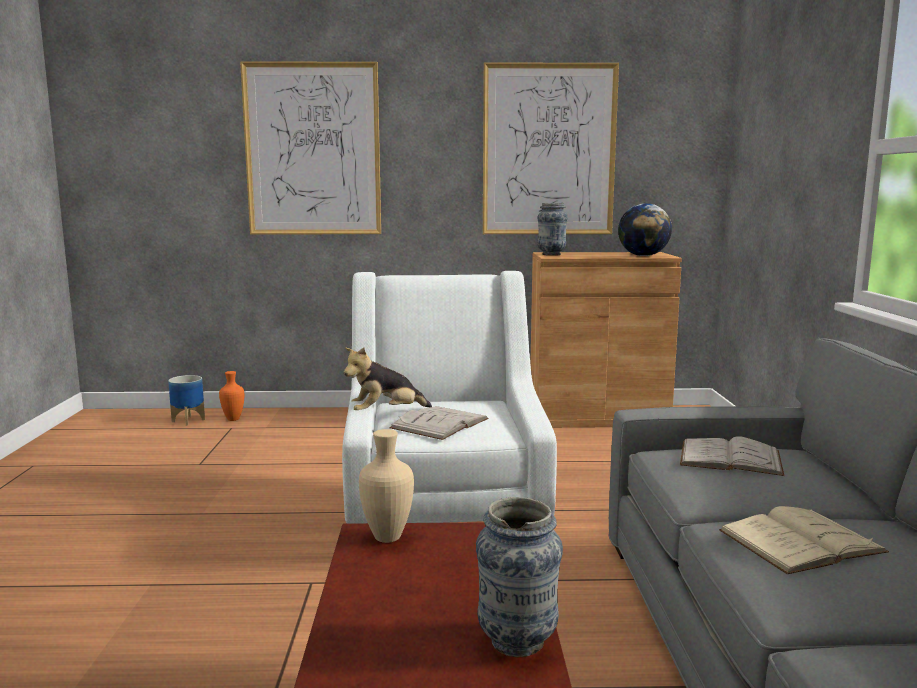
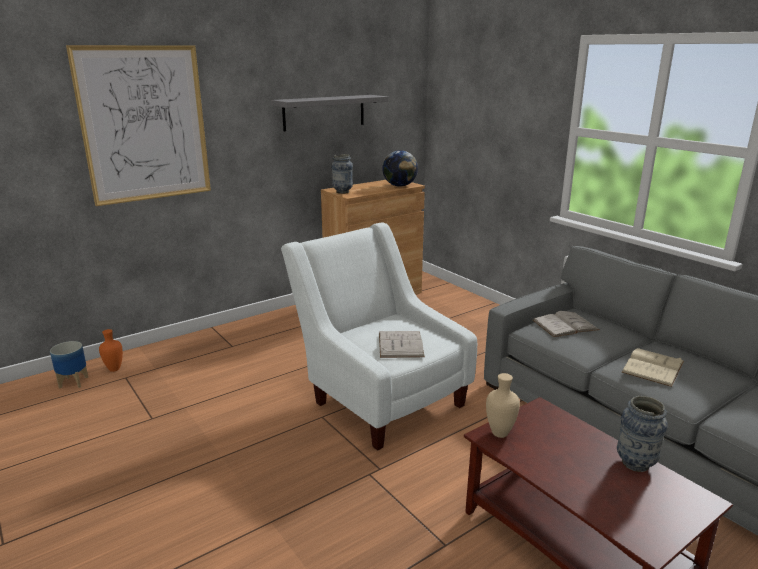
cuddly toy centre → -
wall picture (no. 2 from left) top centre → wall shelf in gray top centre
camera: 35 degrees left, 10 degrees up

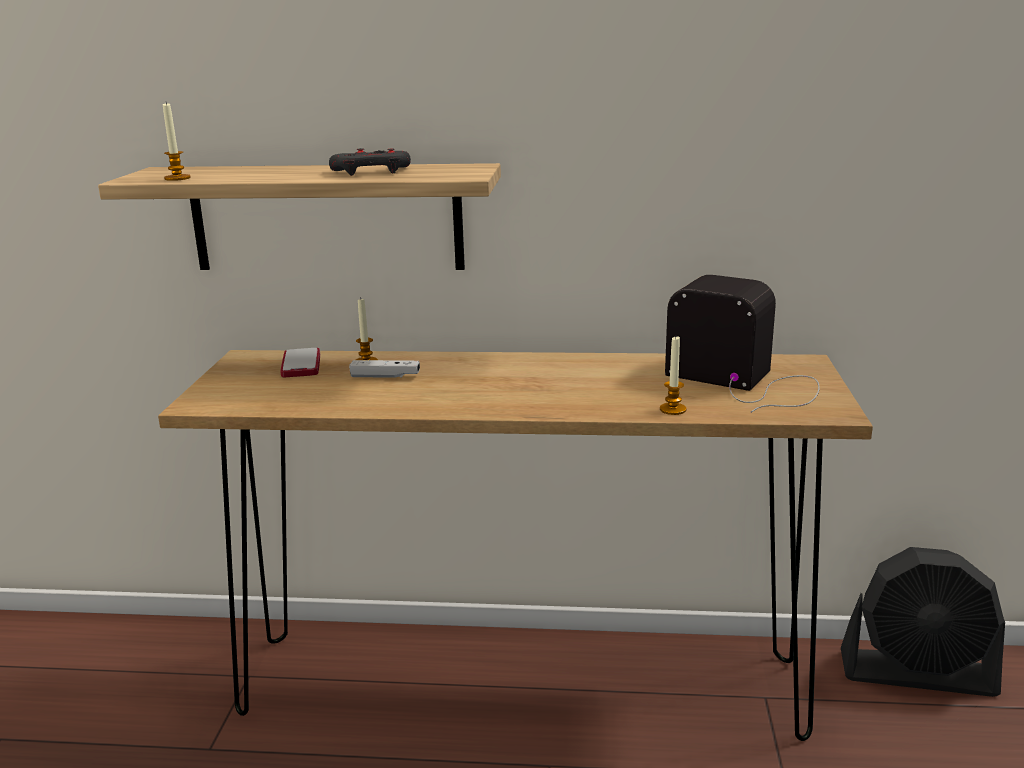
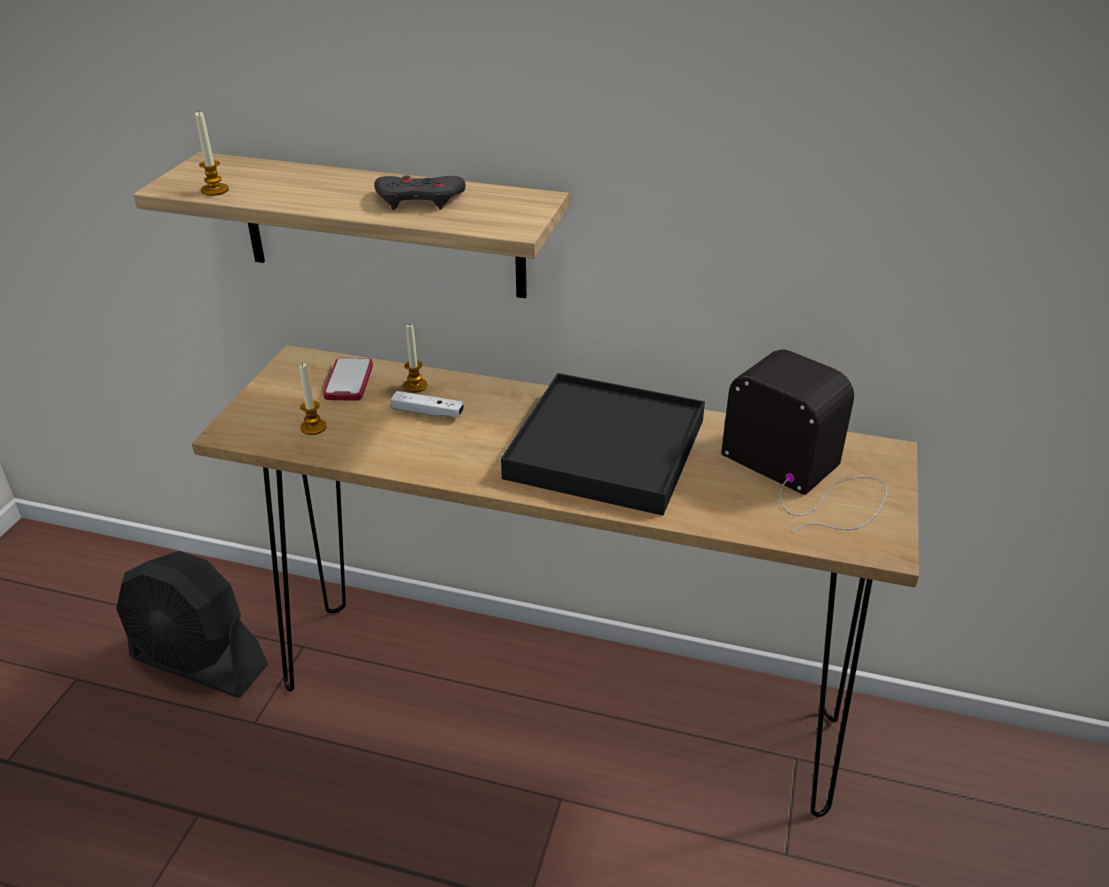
- → tray in black-coloured centre
wax candle (no. 3 from left in the first image) centre → wax candle (no. 2 from left) middle left, shifted
electric fan in black-coloured bottom right → electric fan in black-coloured bottom left, shifted
camera: 10 degrees right, 15 degrees up

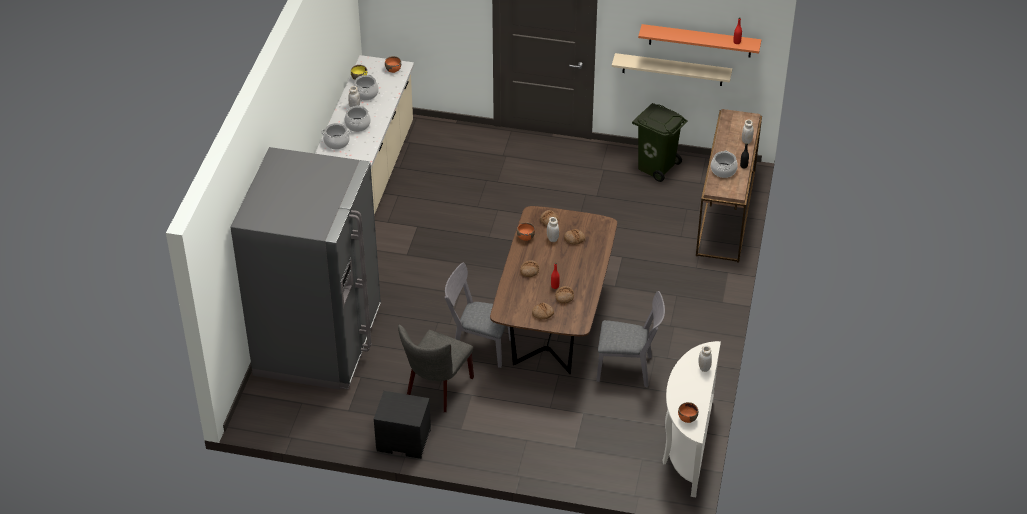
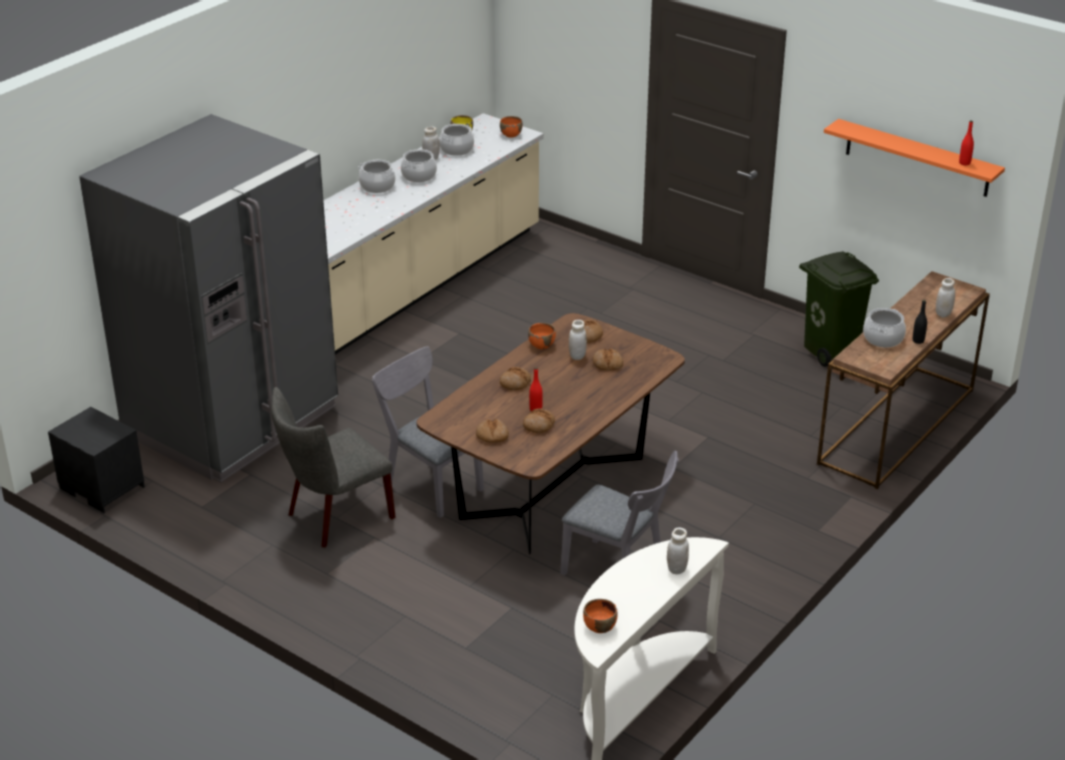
wall shelf in sand-coloured top centre → -
night table in black-coloured bottom centre → night table in black-coloured middle left, shifted
camera: 25 degrees right, 10 degrees down

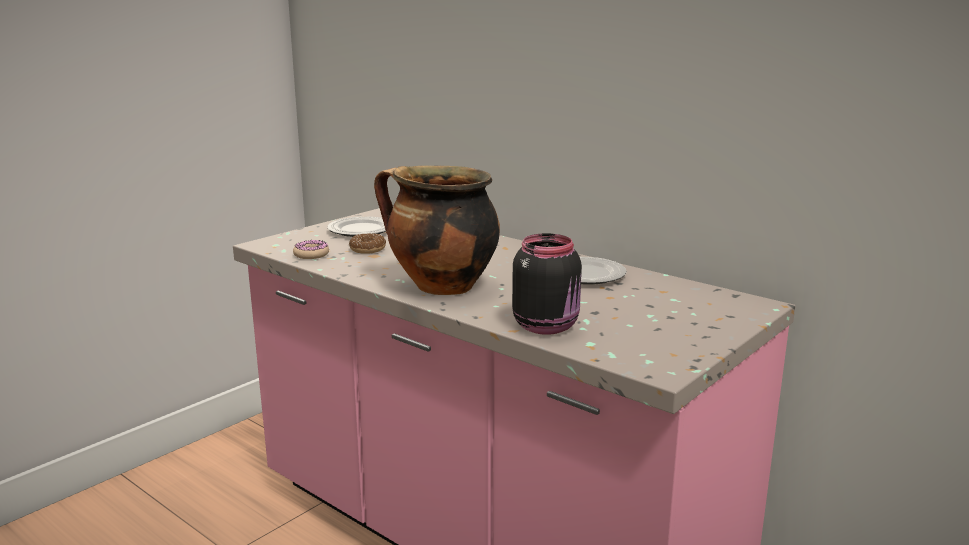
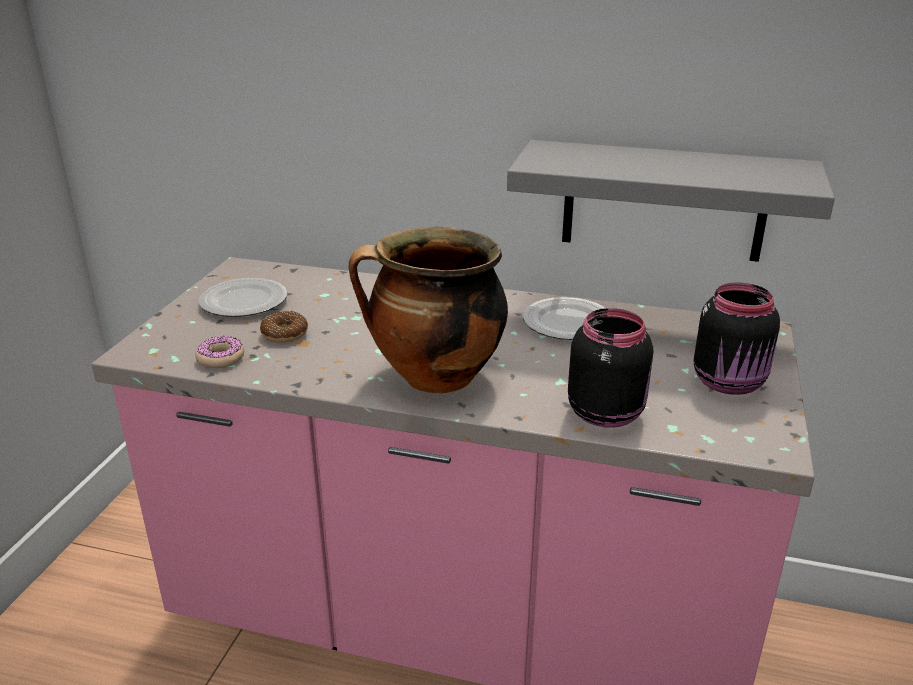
- → wall shelf in gray top right
- → jar in black-coloured (no. 2 from left) middle right
camera: 25 degrees left, 10 degrees up

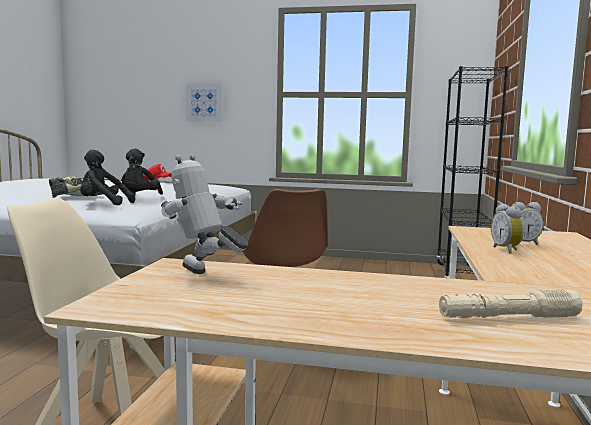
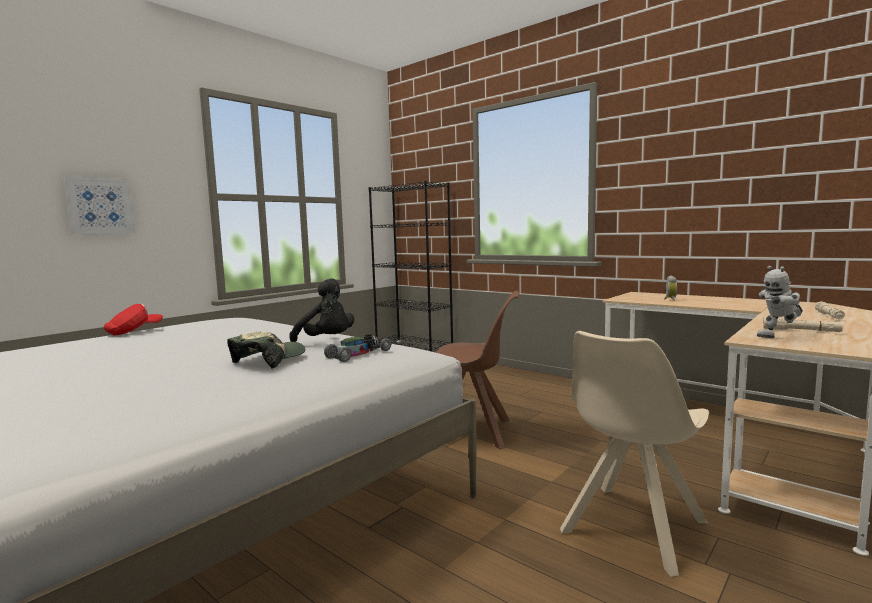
bedside clock (no. 1 from left) middle right → -
- → hand torch in sand-coloured (no. 1 from left) middle right
cuddly toy in black-coloured (no. 1 from left) middle left → toy car centre
camera: 60 degrees left, 0 degrees up

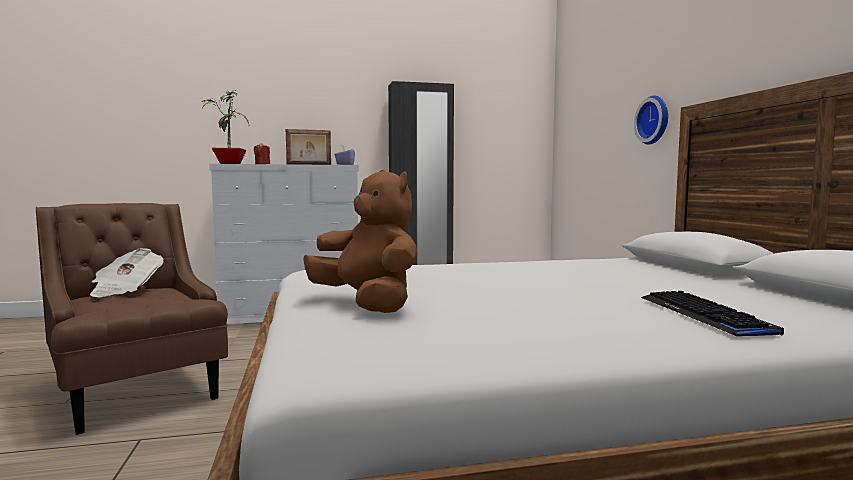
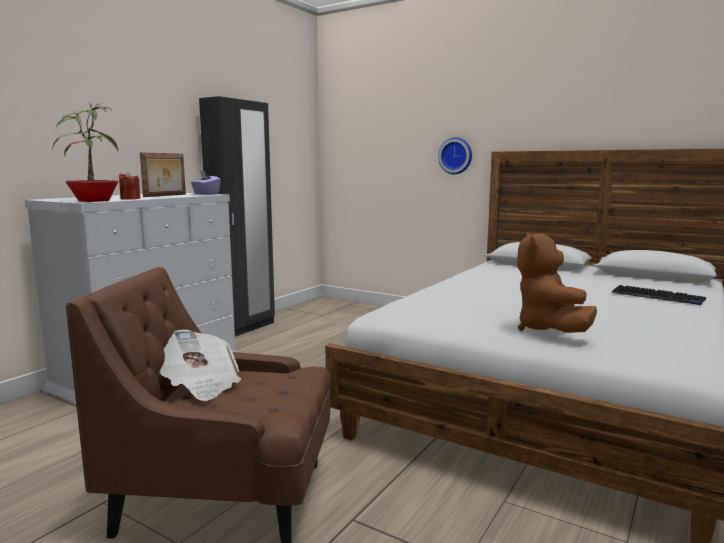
cuddly toy in brownish centre → cuddly toy in brownish middle right, 90 degrees counterclockwise
camera: 45 degrees left, 5 degrees up

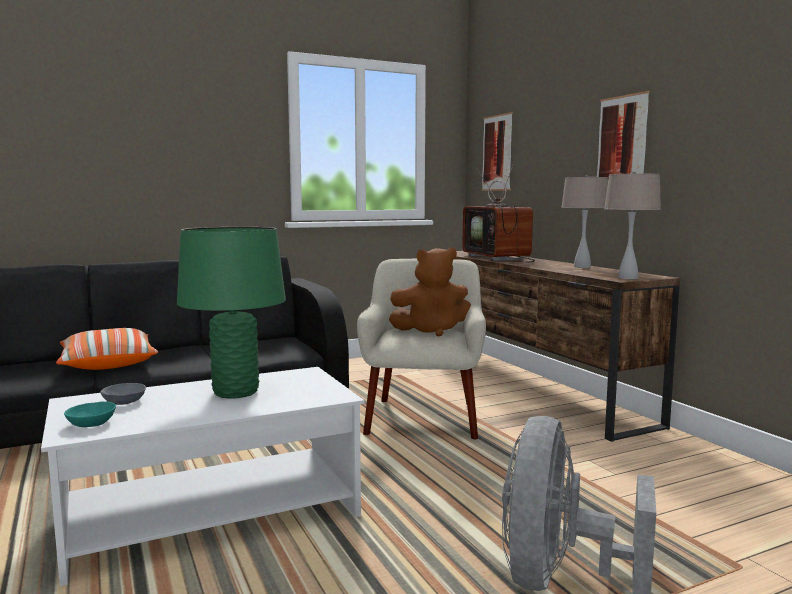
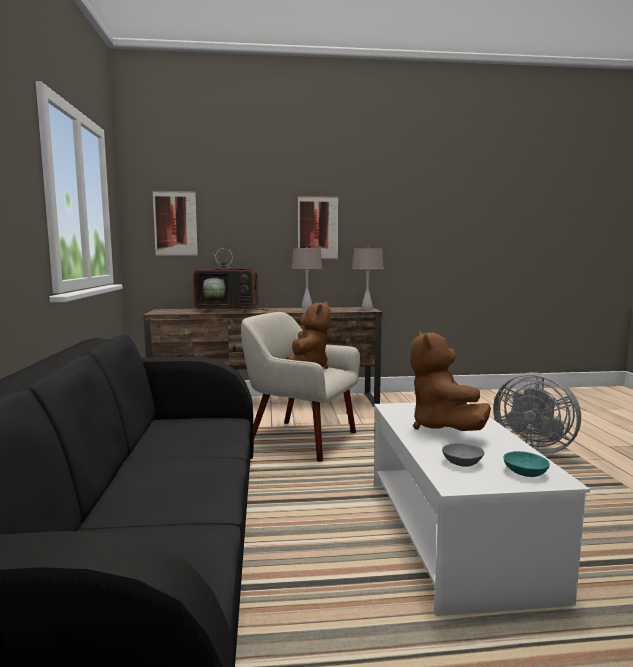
pillow middle left → -
table lamp in green-coloured middle left → cuddly toy in brownish (no. 2 from left) middle right
camera: 70 degrees left, 0 degrees up

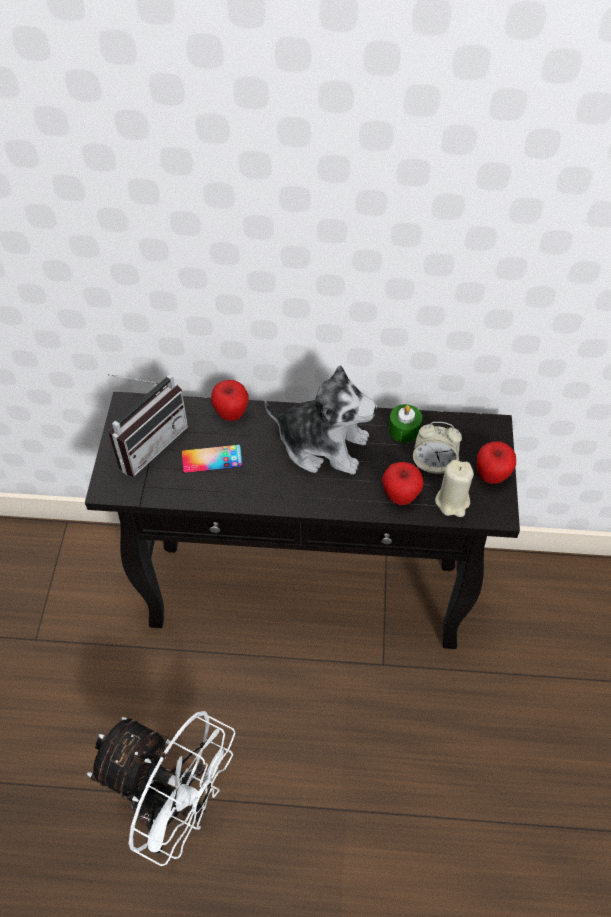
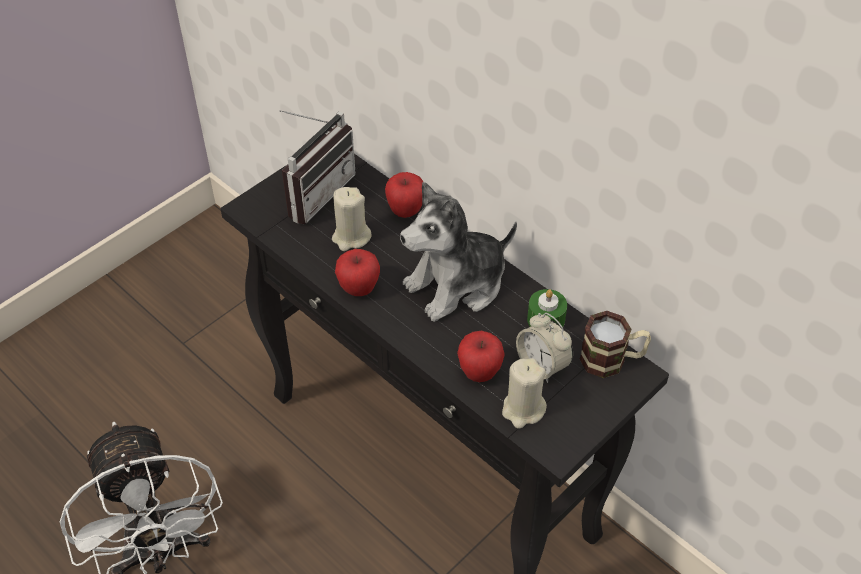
- → coffee mug middle right
whole apple (no. 3 from left in the first image) middle right → whole apple (no. 1 from left) centre, shifted
telephone centre → wax candle in sand-coloured (no. 1 from left) centre
radio set middle left → radio set top centre, 45 degrees counterclockwise
cuddly toy centre, 90 degrees clockwise
camera: 40 degrees right, 5 degrees down

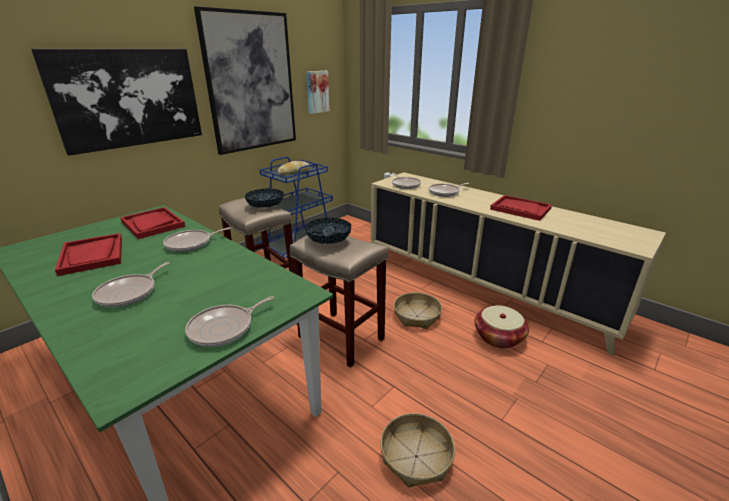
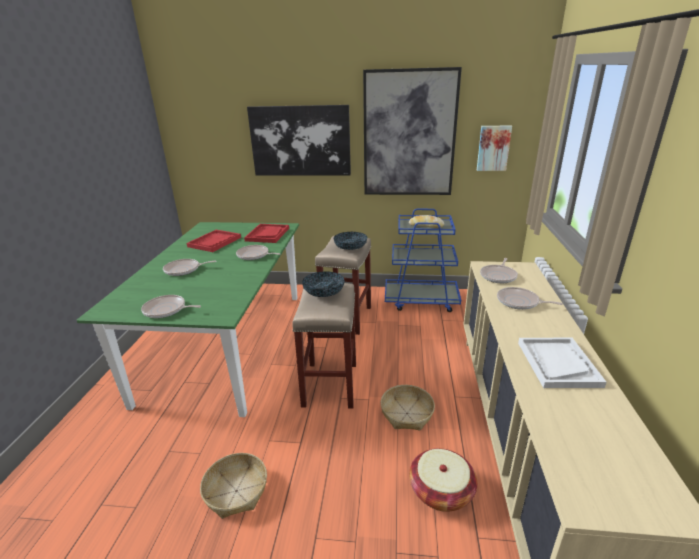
tray in red-coloured (no. 3 from left) middle right → tray in white middle right
camera: 55 degrees right, 0 degrees up

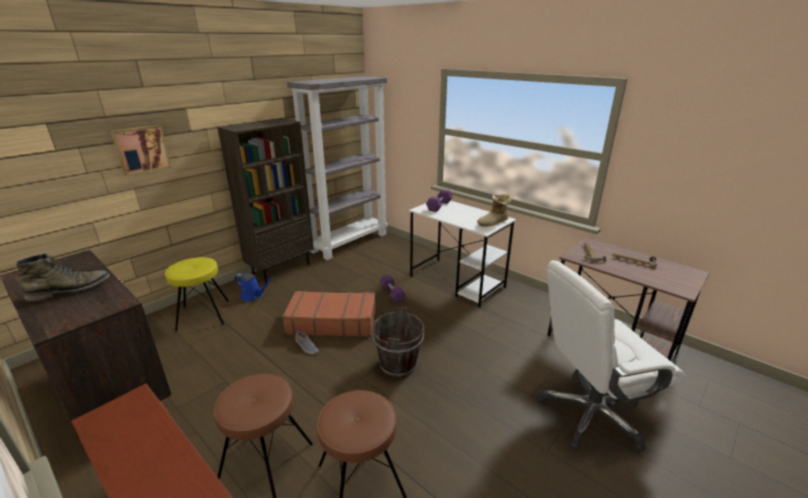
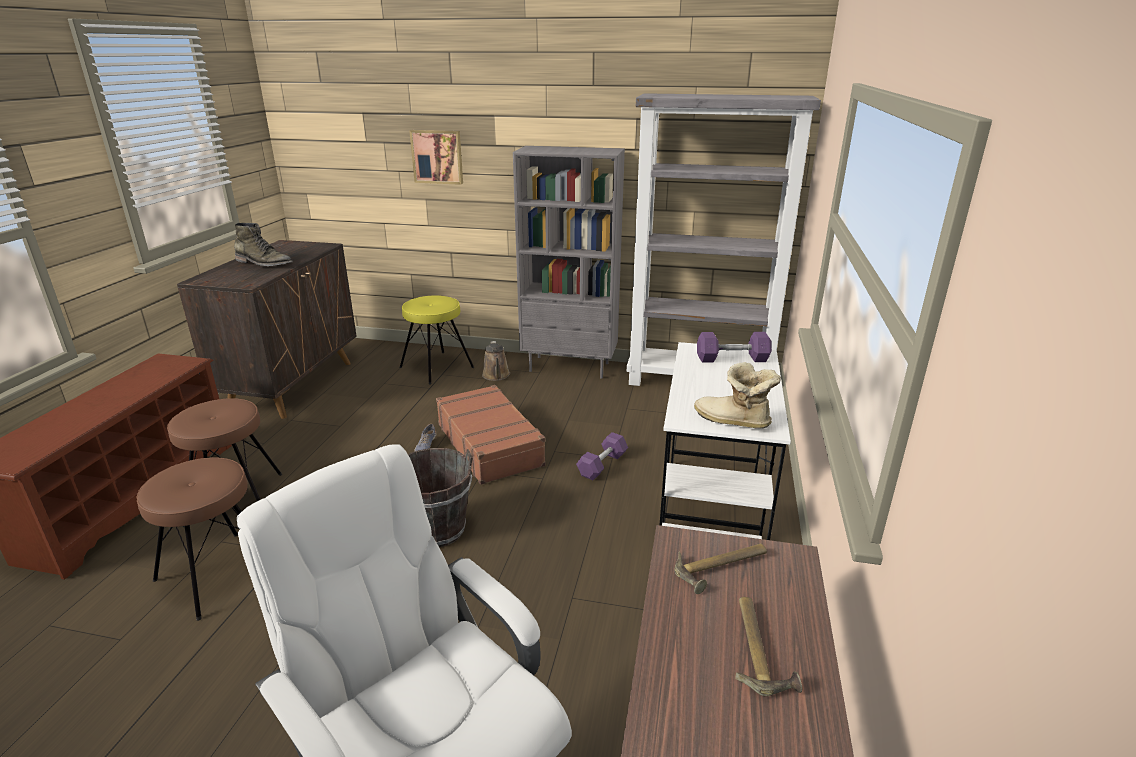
bookshelf in brownish middle left → bookshelf in gray (no. 1 from left) centre
watering can in blue-coloured middle left → watering can in brownish centre
camera: 60 degrees right, 0 degrees up

